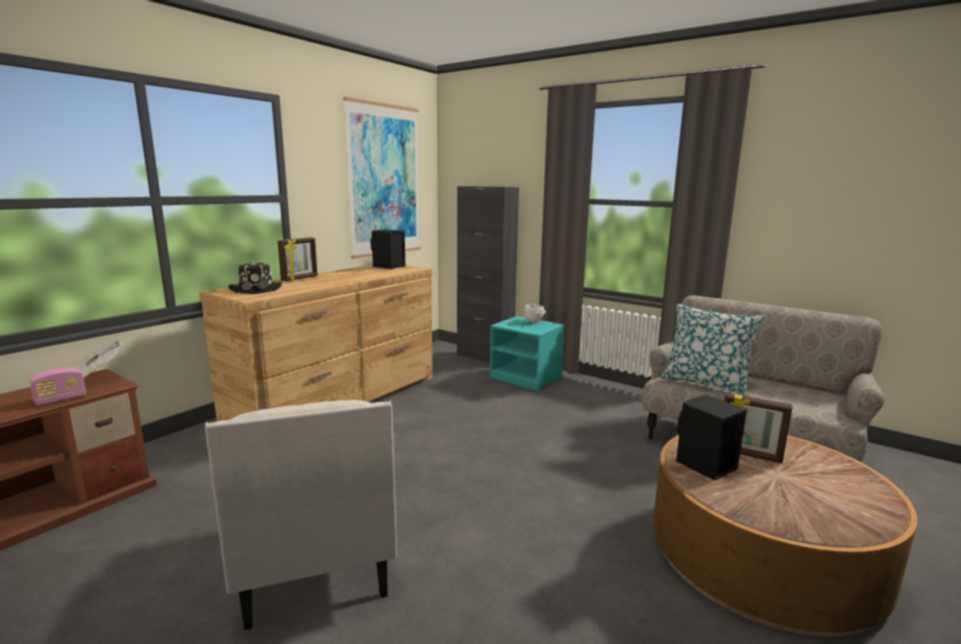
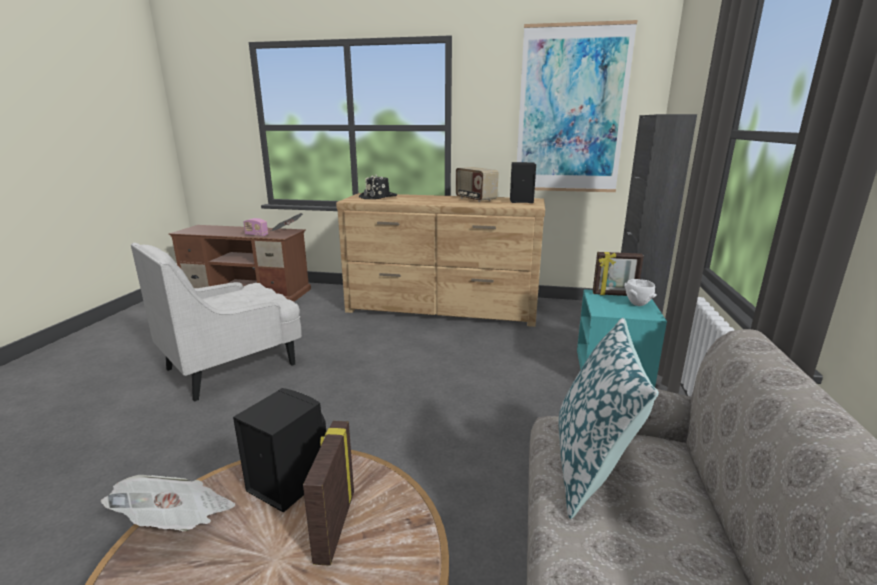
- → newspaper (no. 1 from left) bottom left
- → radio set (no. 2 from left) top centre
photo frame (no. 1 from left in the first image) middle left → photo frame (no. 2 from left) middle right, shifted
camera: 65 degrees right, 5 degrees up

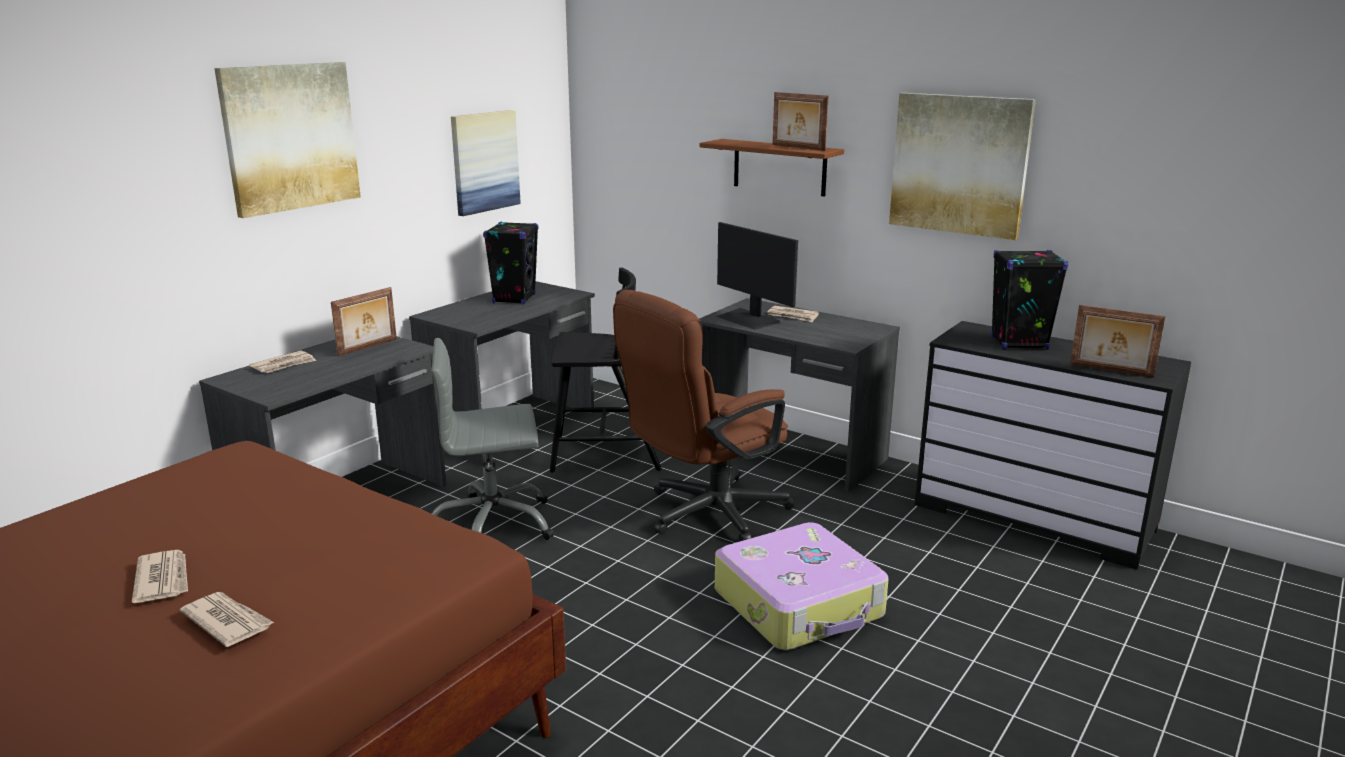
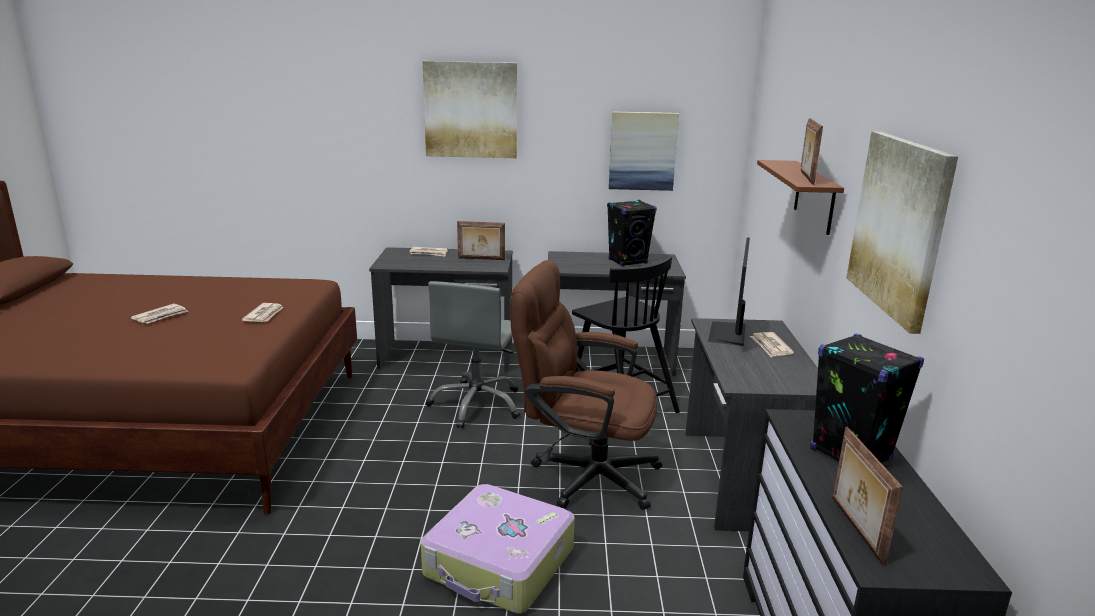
newspaper (no. 2 from left) bottom left → newspaper (no. 2 from left) middle left, shifted
office chair in gray centre, 120 degrees counterclockwise
camera: 55 degrees right, 0 degrees up

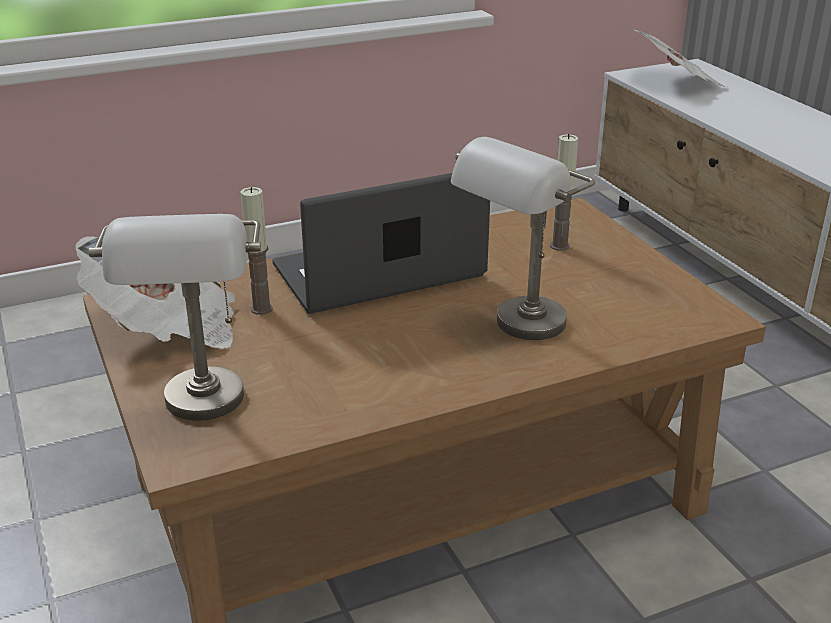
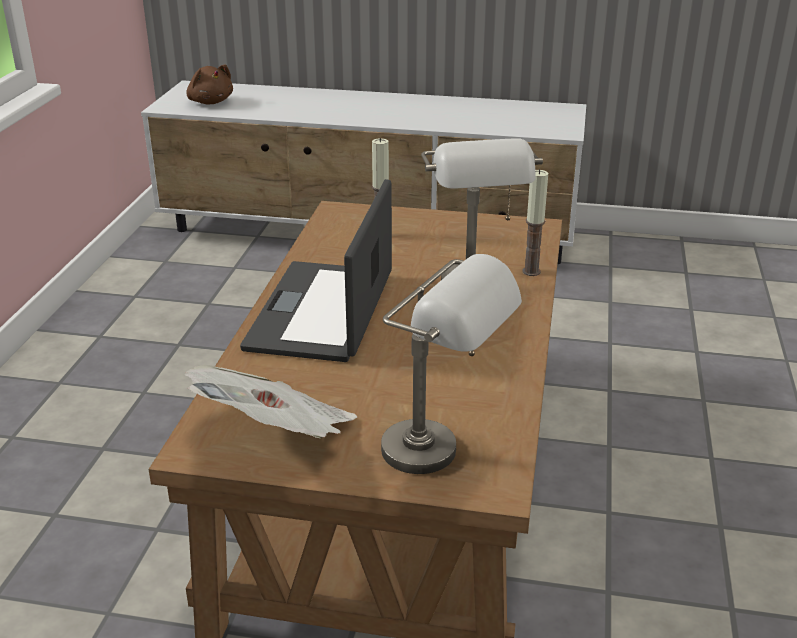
wax candle (no. 1 from left in the first image) middle left → wax candle (no. 2 from left) middle right, shifted
newspaper (no. 2 from left) top right → cuddly toy in brownish top left
camera: 55 degrees left, 0 degrees up

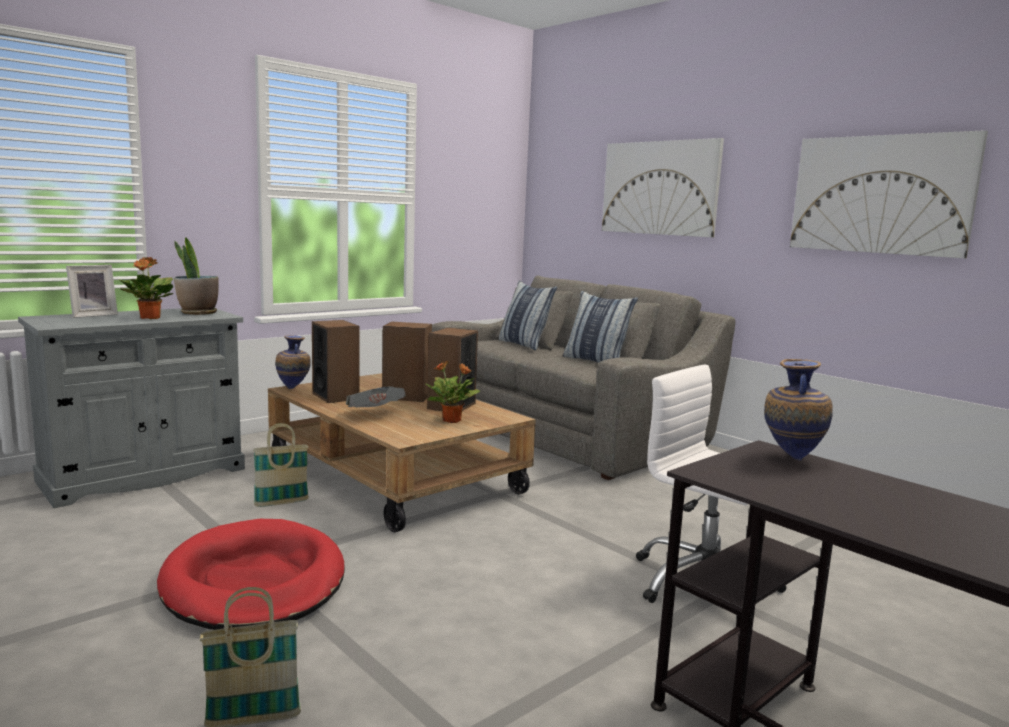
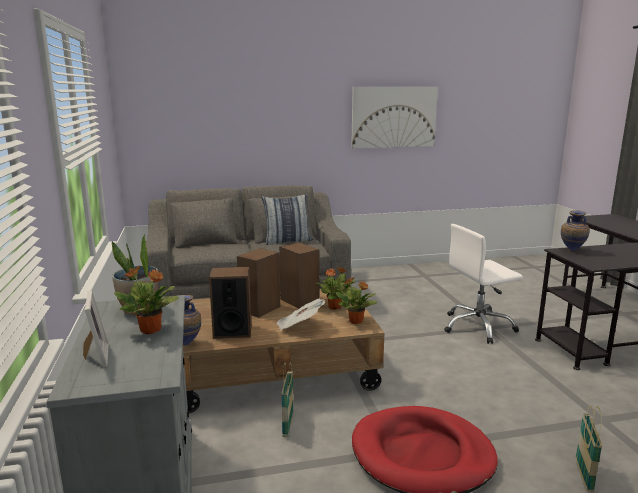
pillow (no. 1 from left) centre → -
wall picture (no. 1 from left) top centre → -
- → potted plant (no. 4 from left) centre
camera: 60 degrees left, 5 degrees up

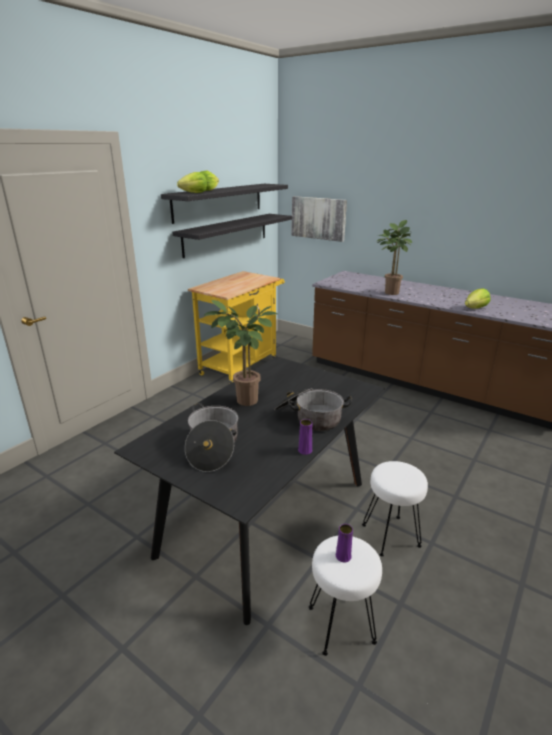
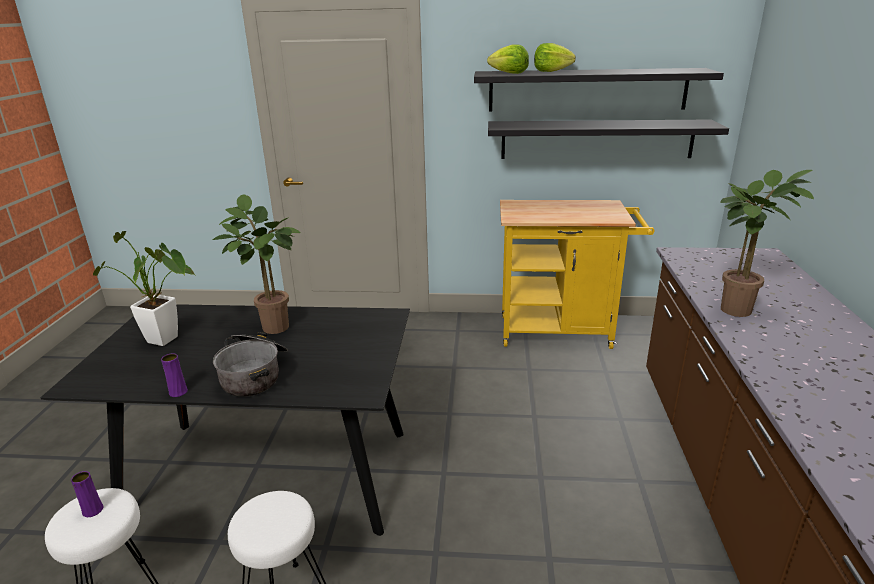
wall picture top centre → -
lettuce head (no. 3 from left) middle right → -
stockpot (no. 1 from left) centre → potted plant (no. 1 from left) middle left
camera: 60 degrees right, 0 degrees up

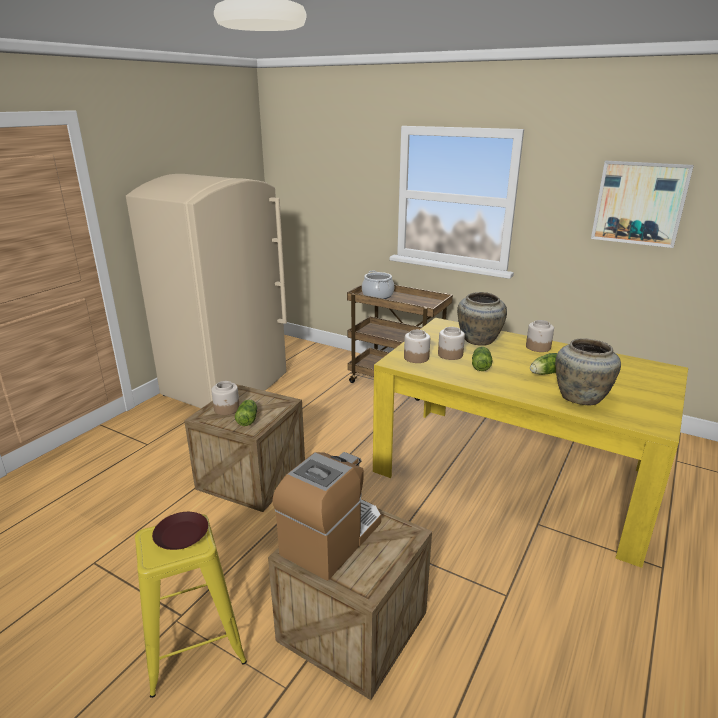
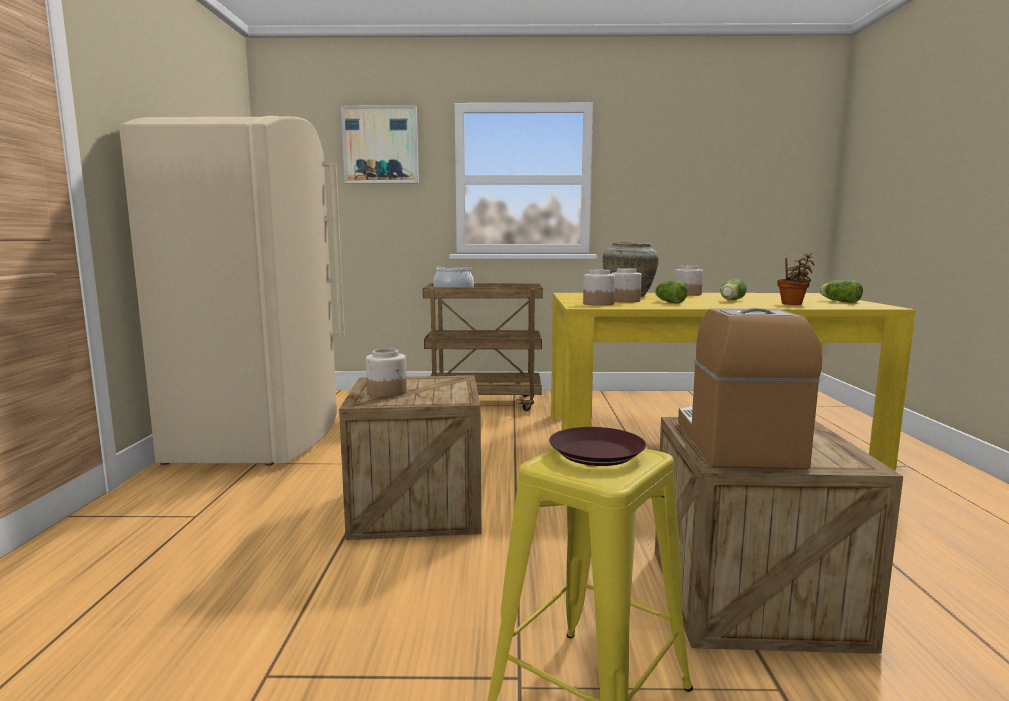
lettuce head (no. 1 from left in the first image) centre → lettuce head (no. 3 from left) middle right, shifted
wall picture top right → wall picture top centre, shifted
vase in sand-coloured (no. 2 from left) middle right → potted plant middle right
camera: 30 degrees left, 15 degrees down

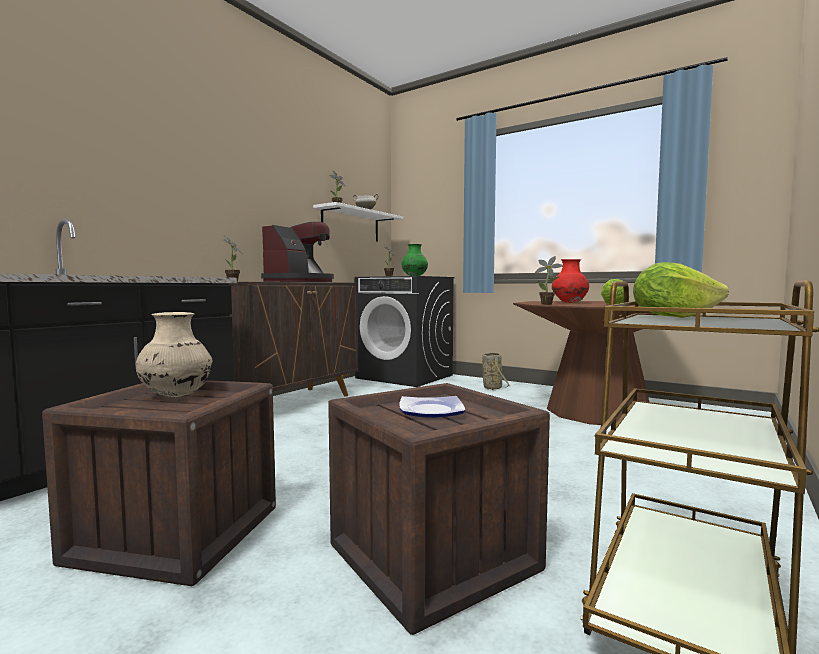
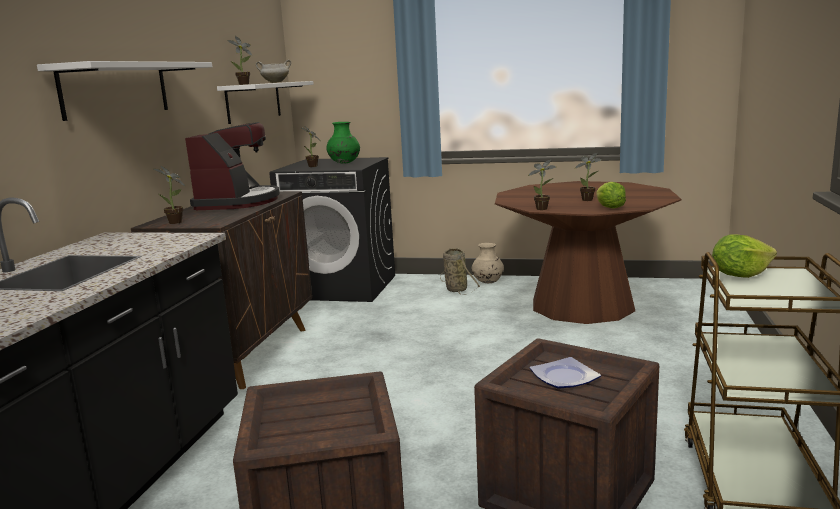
vase in red-coloured middle right → -
- → wall shelf in white (no. 1 from left) top left
- → potted plant (no. 5 from left) middle right
vase in sand-coloured middle left → vase in sand-coloured centre, shifted
camera: 20 degrees left, 10 degrees up

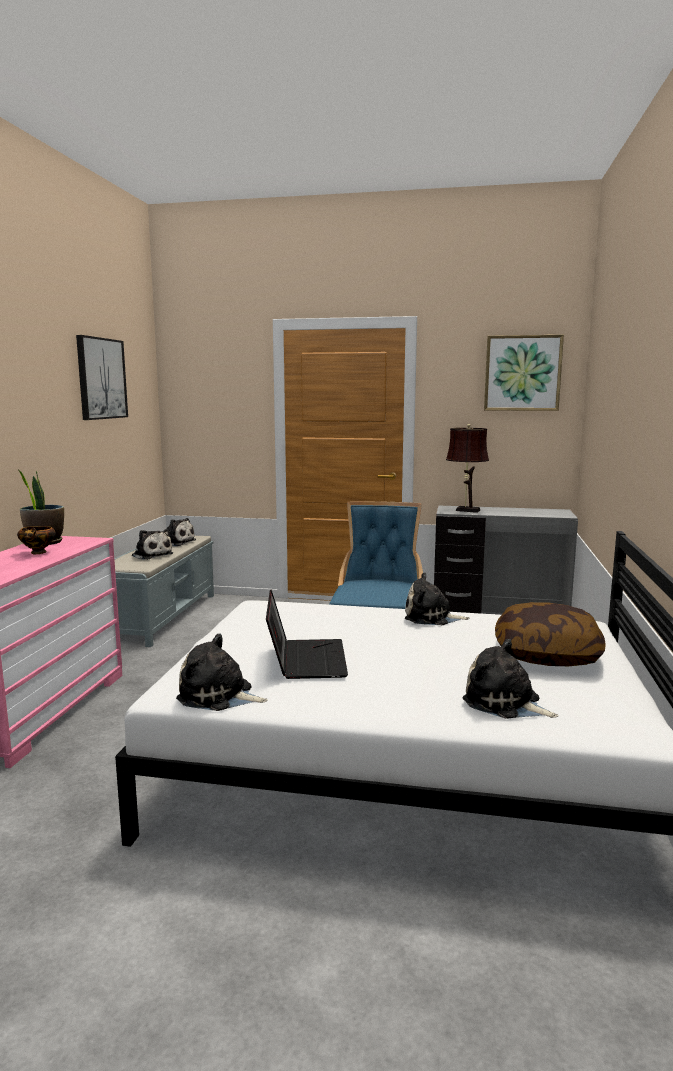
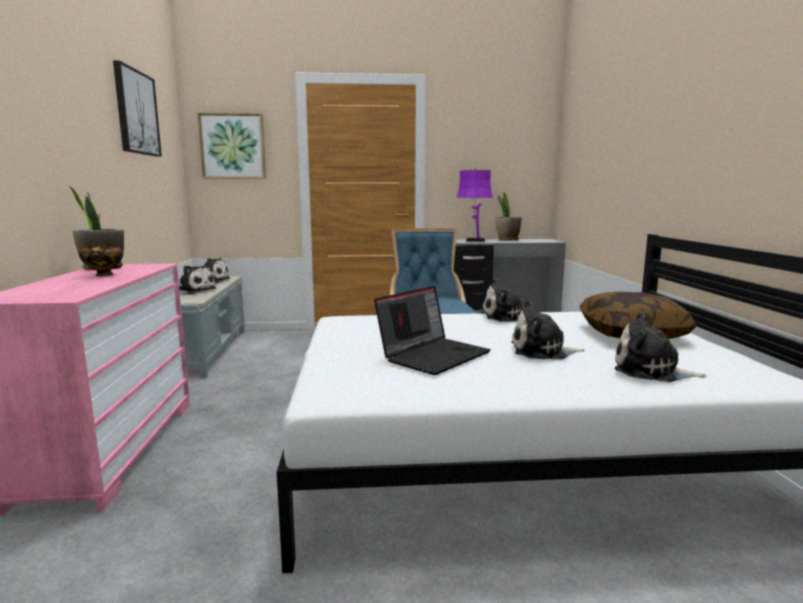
- → potted plant (no. 2 from left) centre
cuddly toy (no. 3 from left in the first image) middle left → cuddly toy (no. 4 from left) middle right, shifted
wall picture (no. 2 from left) middle right → wall picture (no. 2 from left) top left, shifted
table lamp in brownish middle right → table lamp in purple centre
notebook computer centre, 60 degrees clockwise
camera: 15 degrees left, 0 degrees up

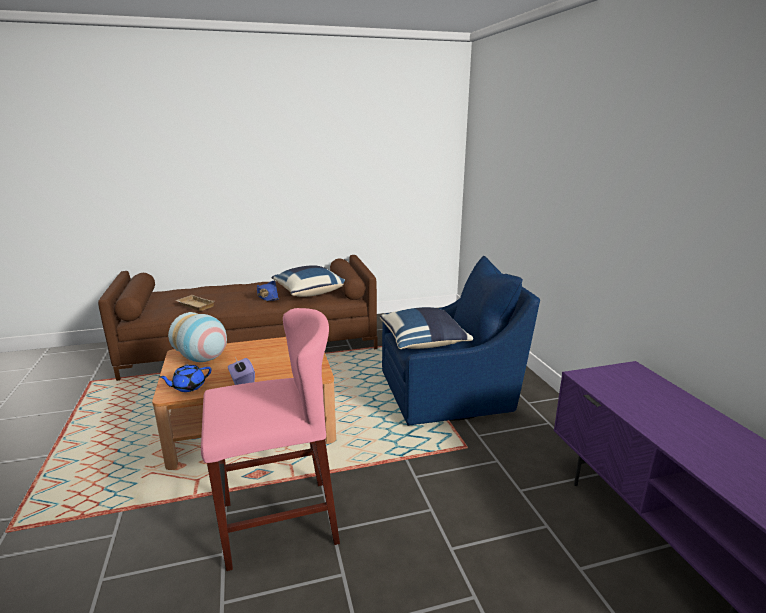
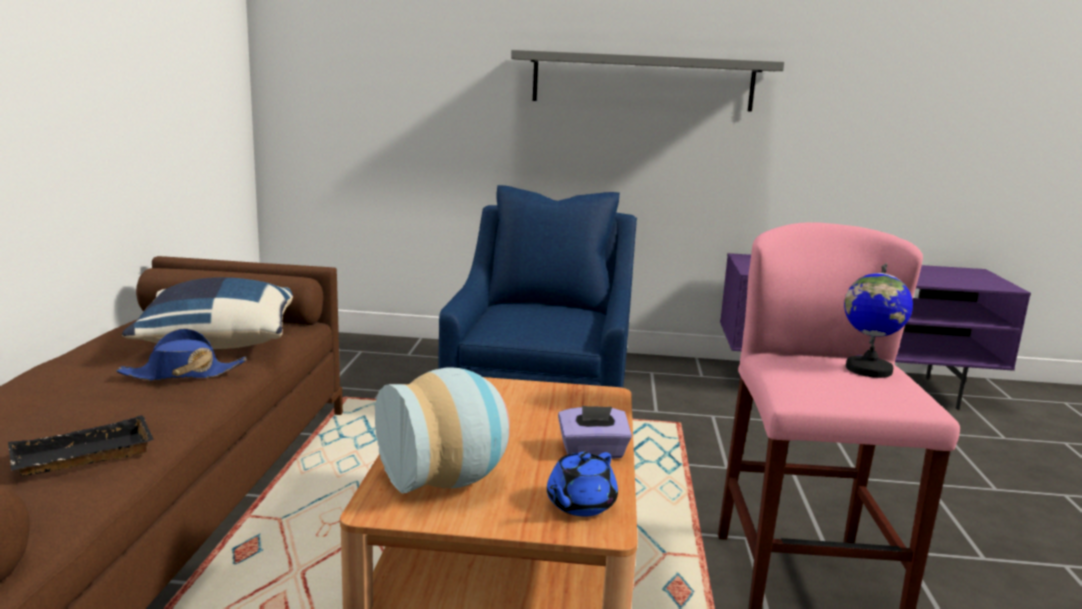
pillow in blue-coloured (no. 2 from left) centre → -
- → wall shelf in gray top centre
- → world globe middle right
tray in sand-coloured middle left → tray in black-coloured bottom left
teapot in blue-coloured middle left → teapot in blue-coloured bottom centre, 45 degrees clockwise
camera: 70 degrees left, 5 degrees down

